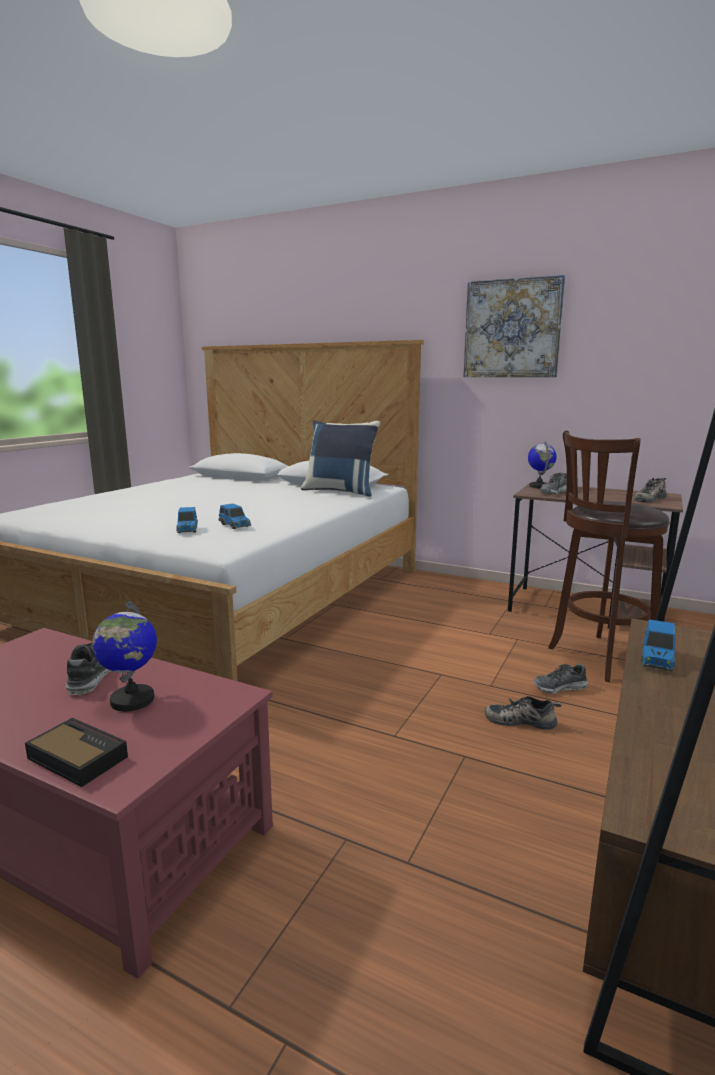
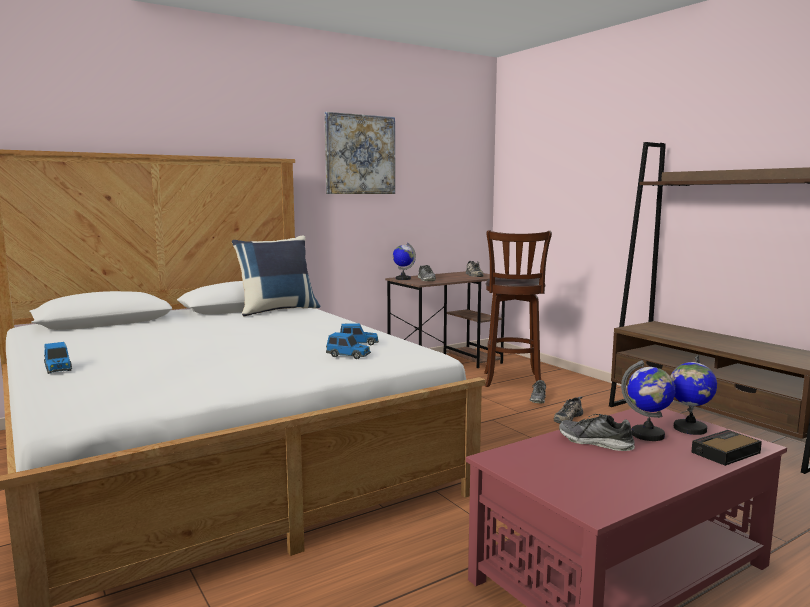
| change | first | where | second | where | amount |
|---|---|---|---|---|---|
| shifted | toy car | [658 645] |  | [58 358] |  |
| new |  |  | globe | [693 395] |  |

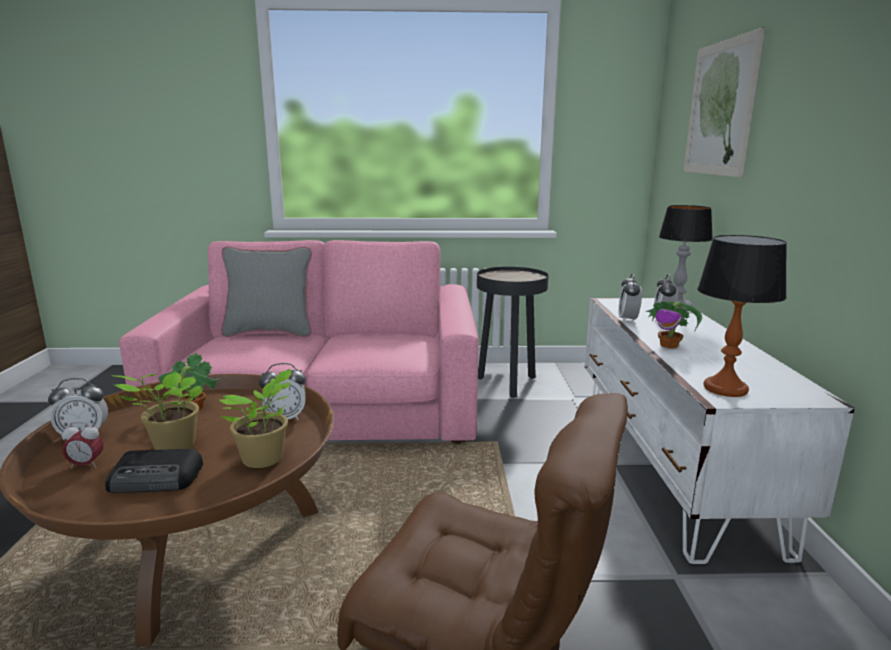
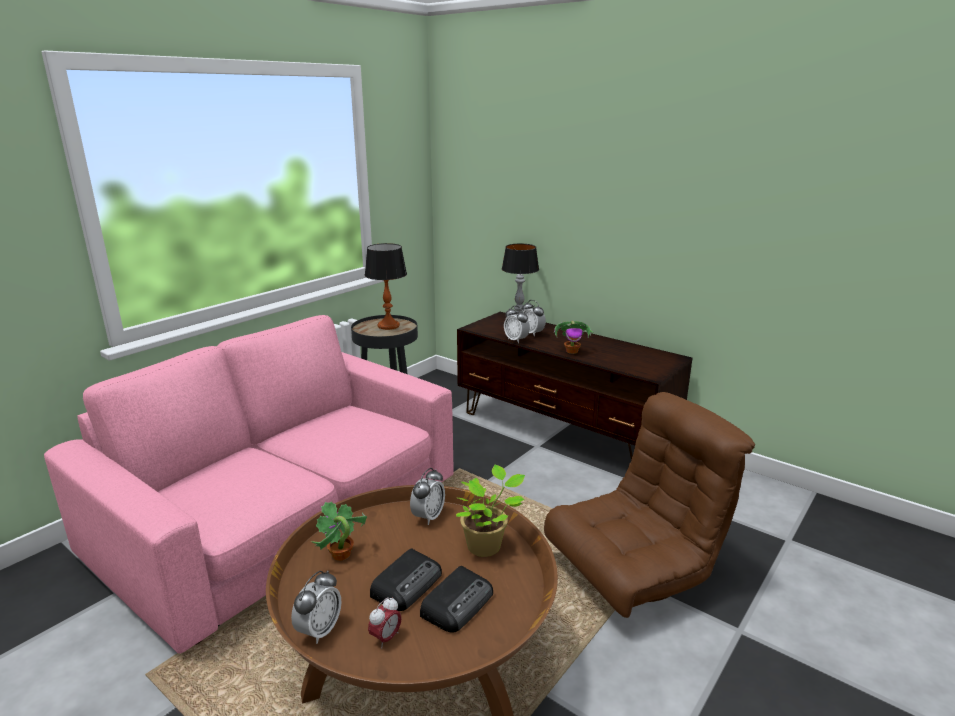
| change | first | where | second | where | amount |
|---|---|---|---|---|---|
| gone | picture | [724 102] |  |  |  |
| shifted | table lamp | [742 316] |  | [386 286] |  |
| gone | grey pillow | [266 291] |  |  |  |
| repainted | white tv stand | [720 431] | brown tv stand | [574 386] |  |
| swapped | potted plant | [157 410] | radio | [406 580] |  |

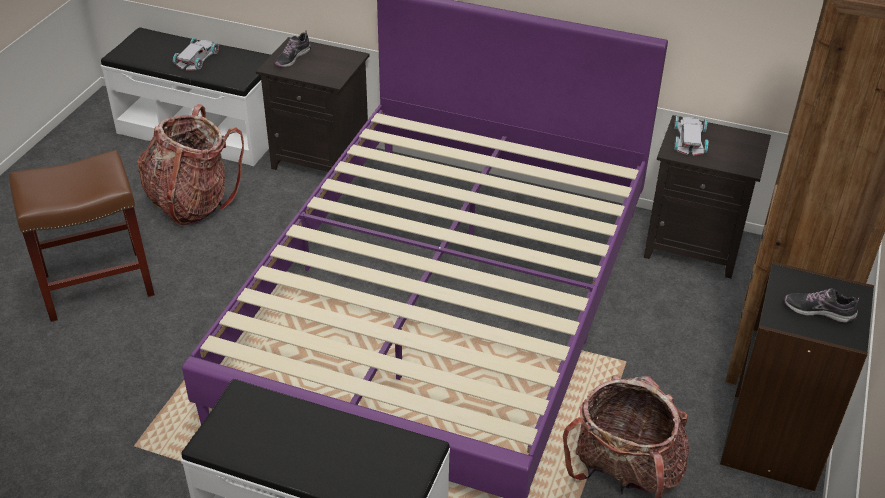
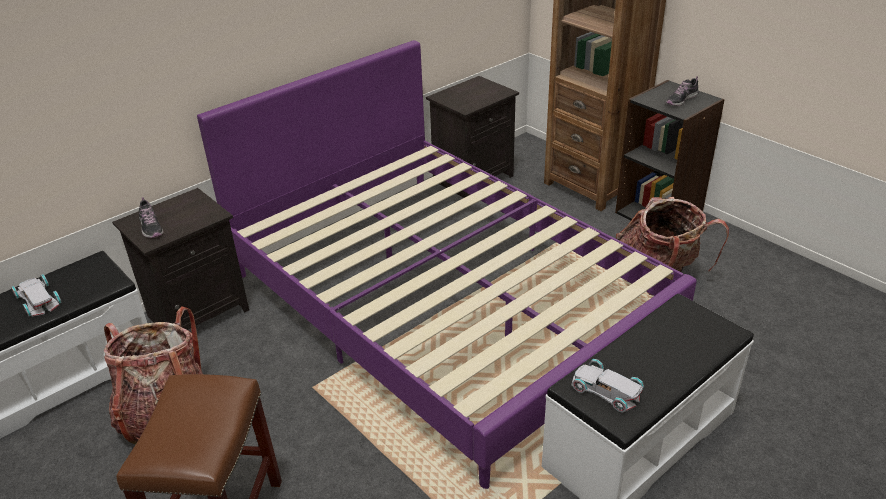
| change | first | where | second | where | amount |
|---|---|---|---|---|---|
| shifted | white toy car | [691 136] |  | [607 386] |  |

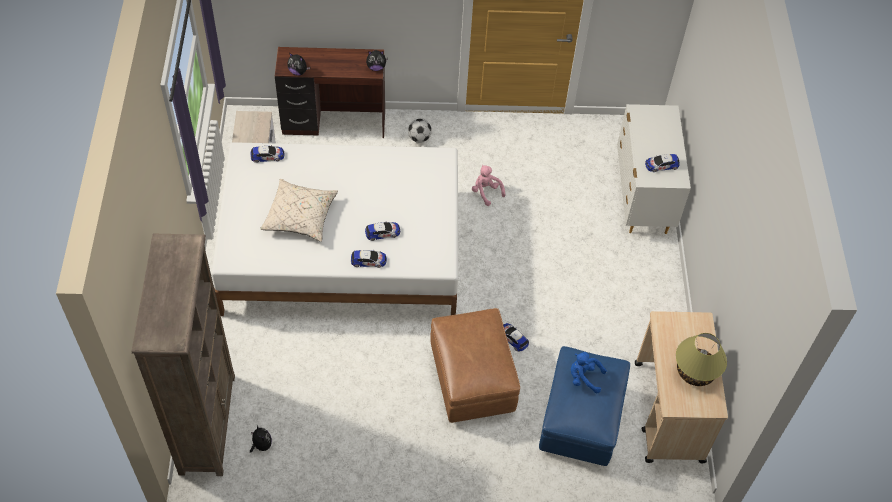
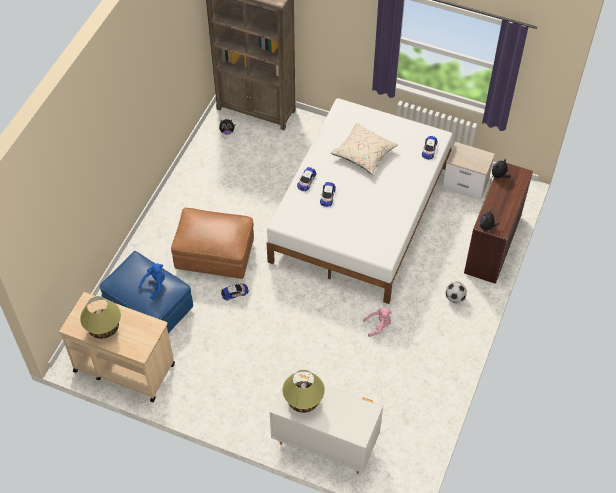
| change | first | where | second | where | amount |
|---|---|---|---|---|---|
| swapped | toy car | [662 163] | table lamp | [304 391] |  |

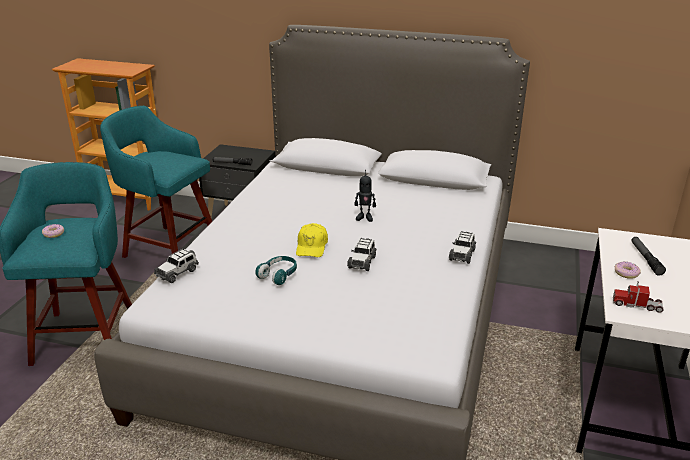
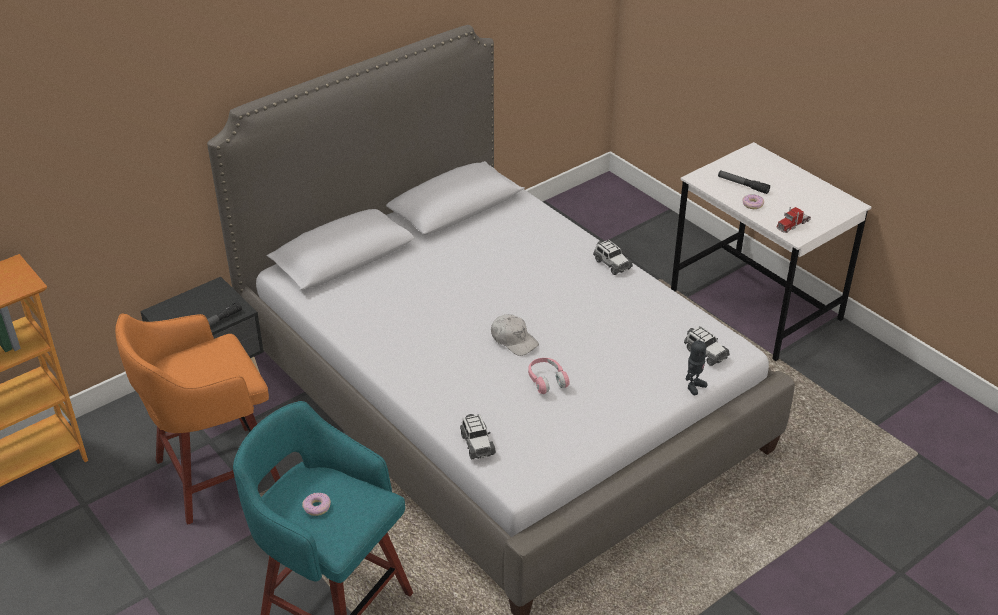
| change | first | where | second | where | amount |
|---|---|---|---|---|---|
| repainted | turquoise stool | [156 182] | orange stool | [197 418] |  |
| shifted | toy robot | [365 198] |  | [697 365] |  |
| repainted | yellow cap | [312 240] | white cap | [515 335] |  |
| shifted | toy car | [362 254] |  | [707 346] |  |
| repainted | turquoise headphones | [276 270] | pink headphones | [549 376] |  |

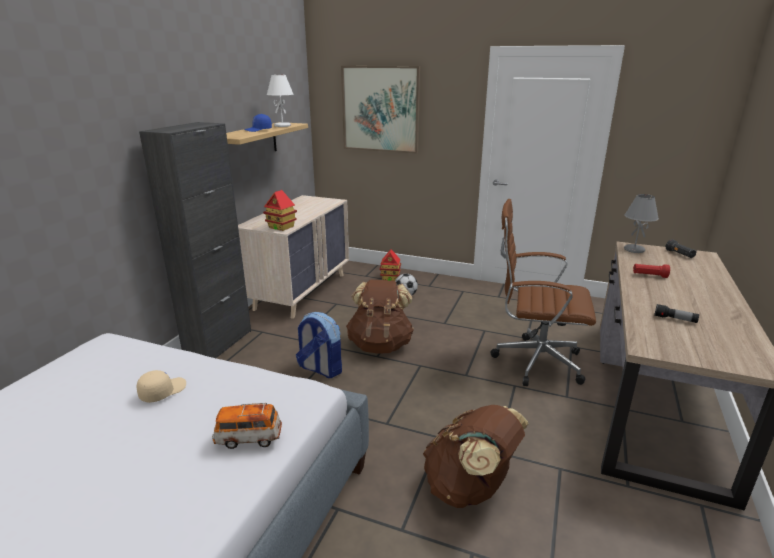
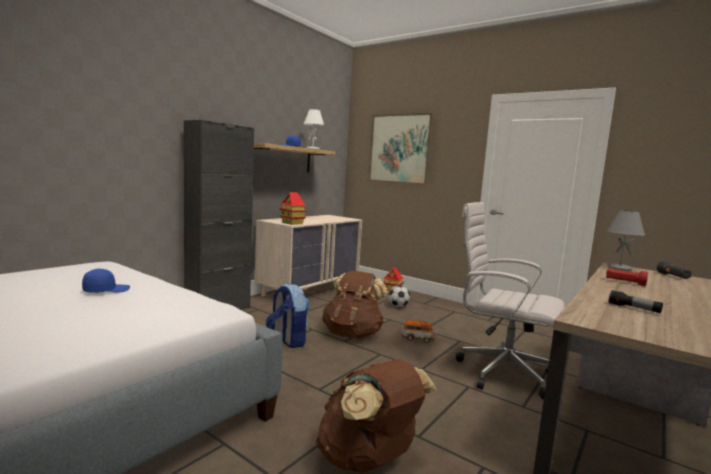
| change | first | where | second | where | amount |
|---|---|---|---|---|---|
| repainted | brown office chair | [543 292] | white office chair | [510 301] |  |
| repainted | beige cap | [161 386] | blue cap | [106 281] |  |
| shifted | toy car | [247 426] |  | [418 331] |  |

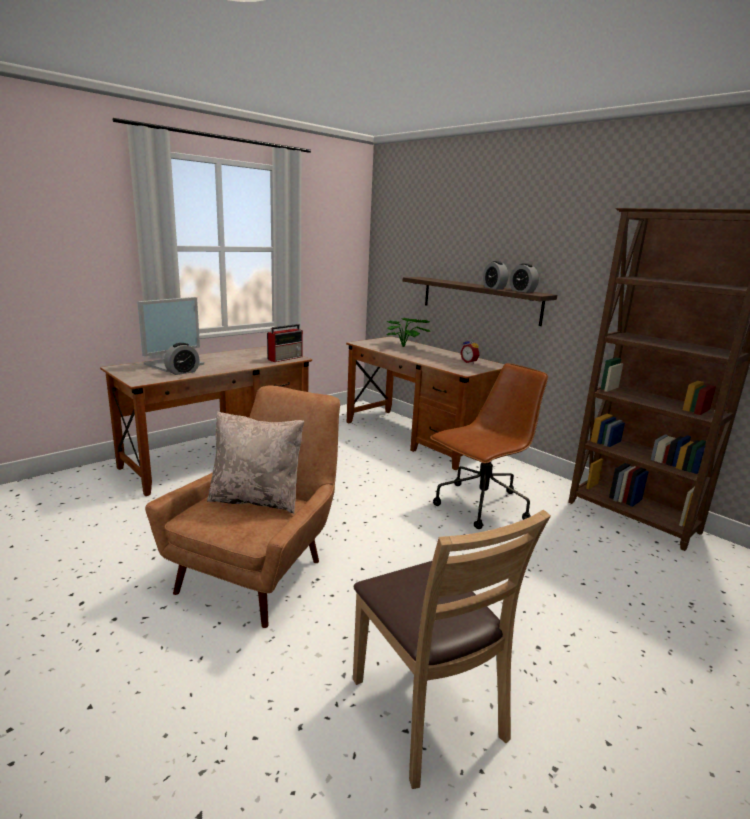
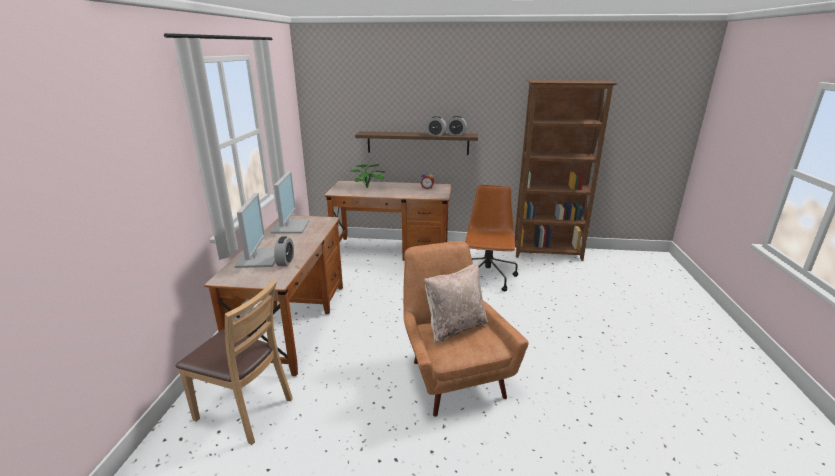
| change | first | where | second | where | amount |
|---|---|---|---|---|---|
| gone | radio | [285 343] |  |  |  |
| shifted | brown chair | [452 649] |  | [234 362] |  |
| new |  |  | monitor | [290 202] |  |

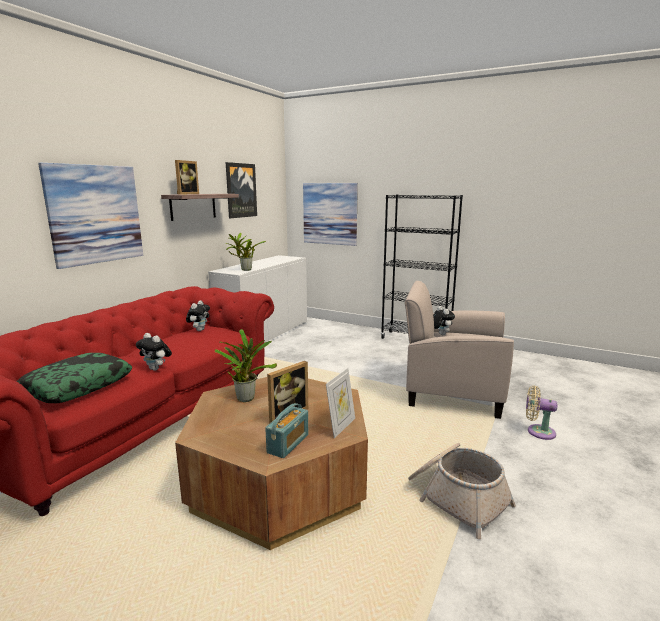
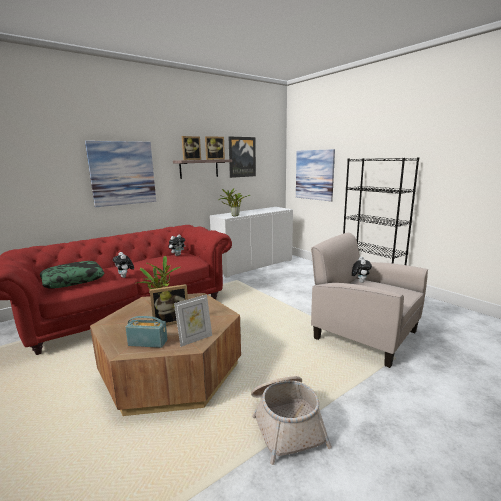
| change | first | where | second | where | amount |
|---|---|---|---|---|---|
| gone | beige fan | [541 413] |  |  |  |
| rotated | radio | [286 430] |  | [146 332] | 135 degrees counterclockwise |
| new |  |  | picture frame | [215 148] |  |

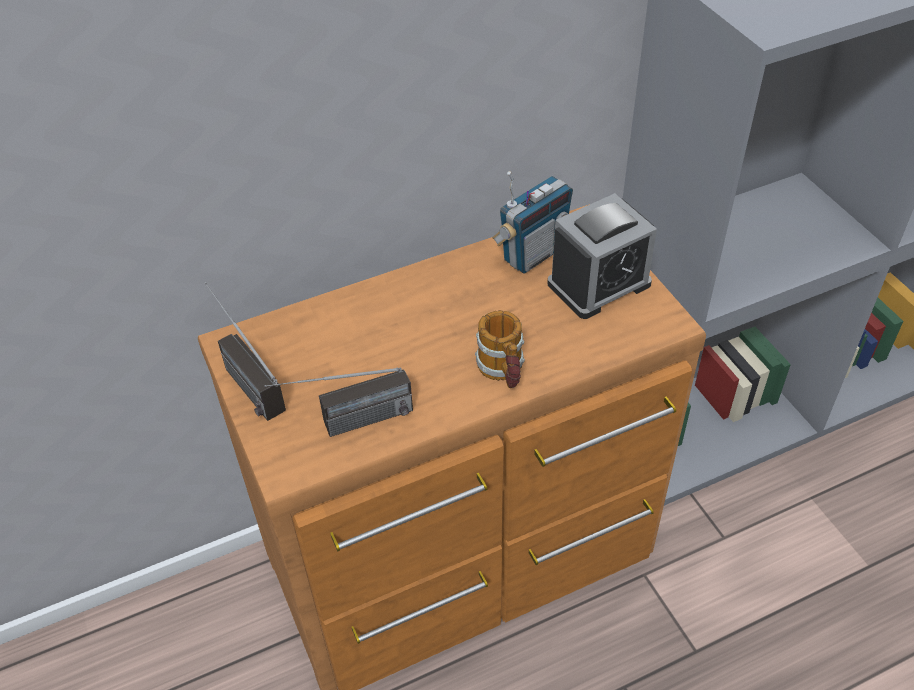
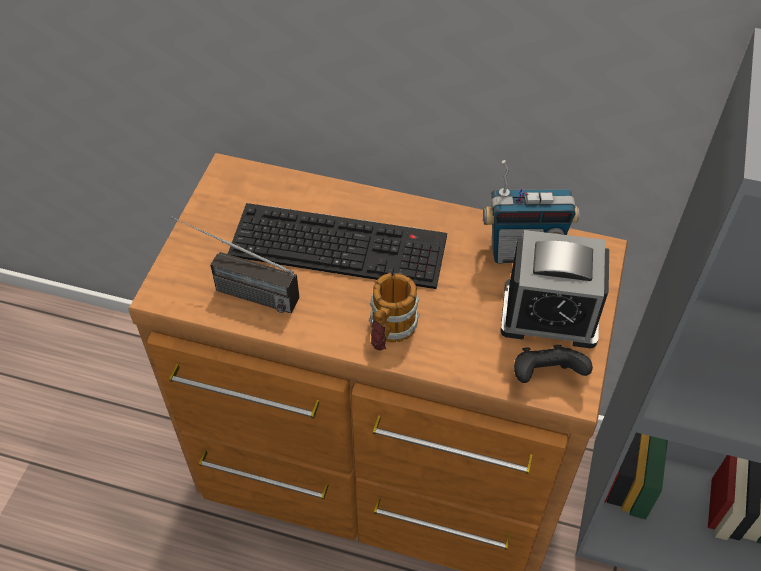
| change | first | where | second | where | amount |
|---|---|---|---|---|---|
| gone | radio | [245 351] |  |  |  |
| new |  |  | keyboard | [337 246] |  |
| new |  |  | black game controller | [553 364] |  |

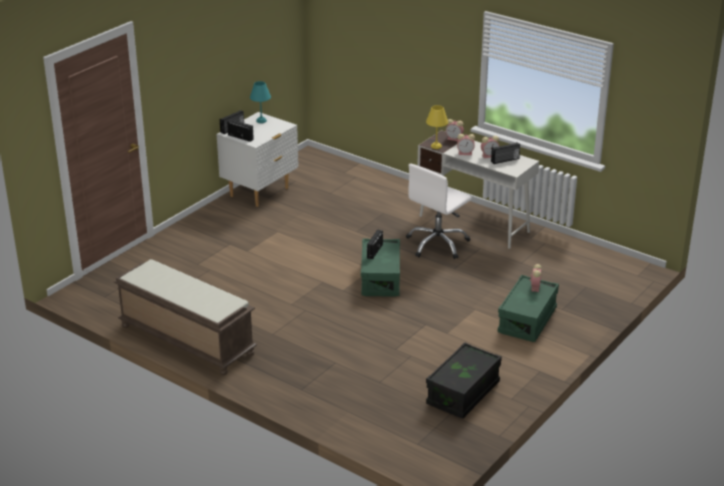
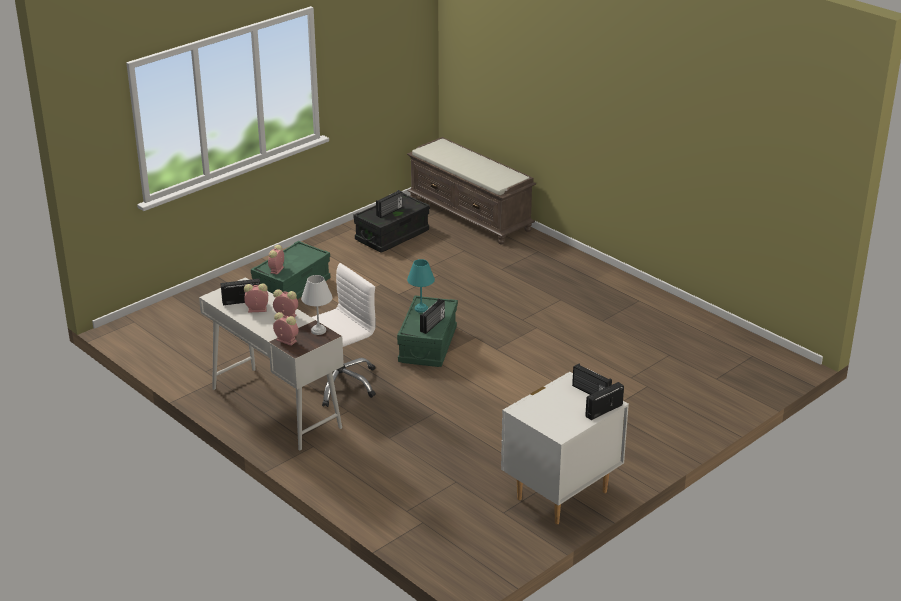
| change | first | where | second | where | amount |
|---|---|---|---|---|---|
| shifted | turquoise table lamp | [260 102] |  | [421 286] |  |
| repainted | yellow table lamp | [437 127] | white table lamp | [316 305] |  |
| shifted | brown bench | [185 317] |  | [471 190] |  |
| new |  |  | radio | [389 204] |  |

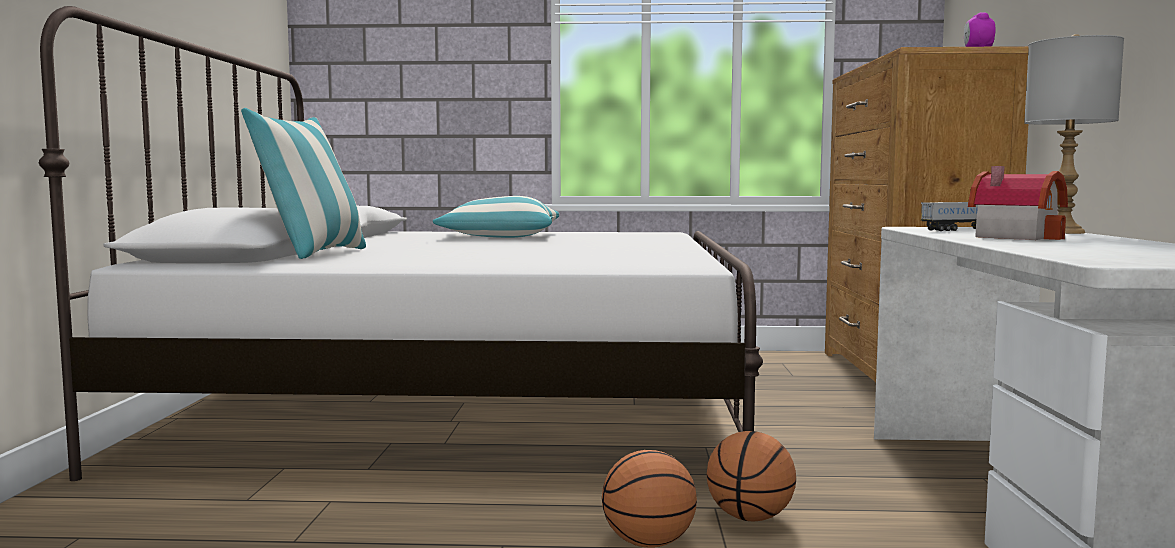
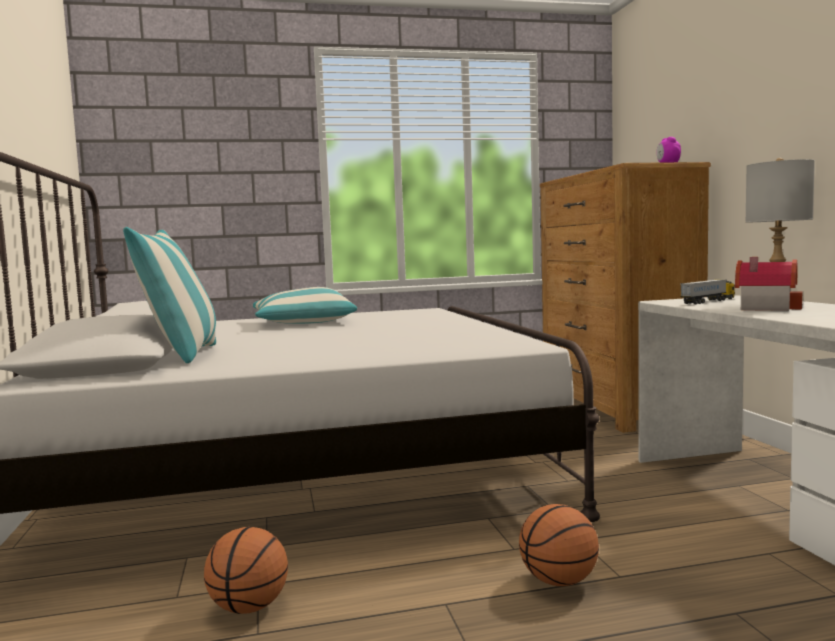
| change | first | where | second | where | amount |
|---|---|---|---|---|---|
| shifted | basketball | [751 476] |  | [246 570] |  |

